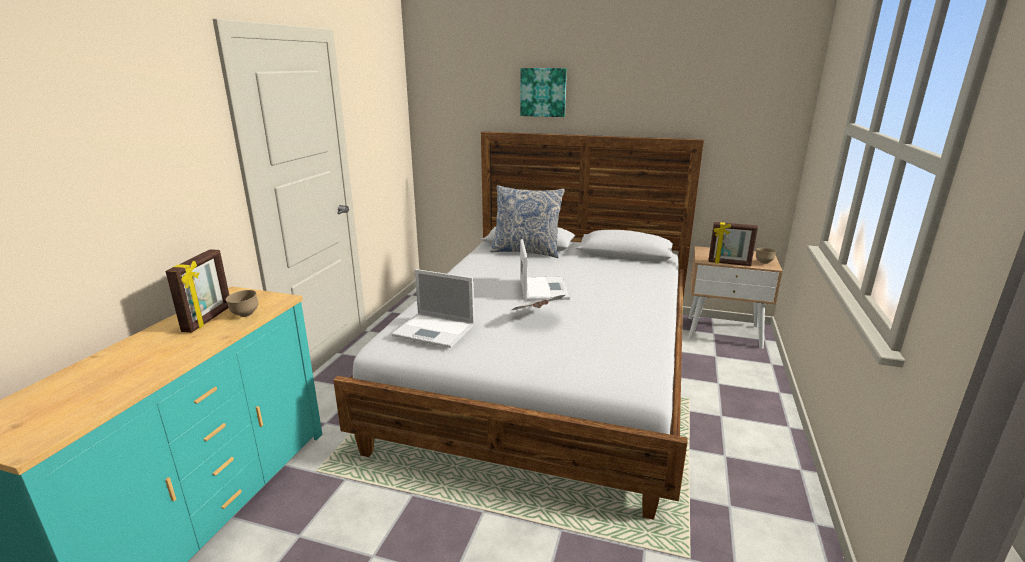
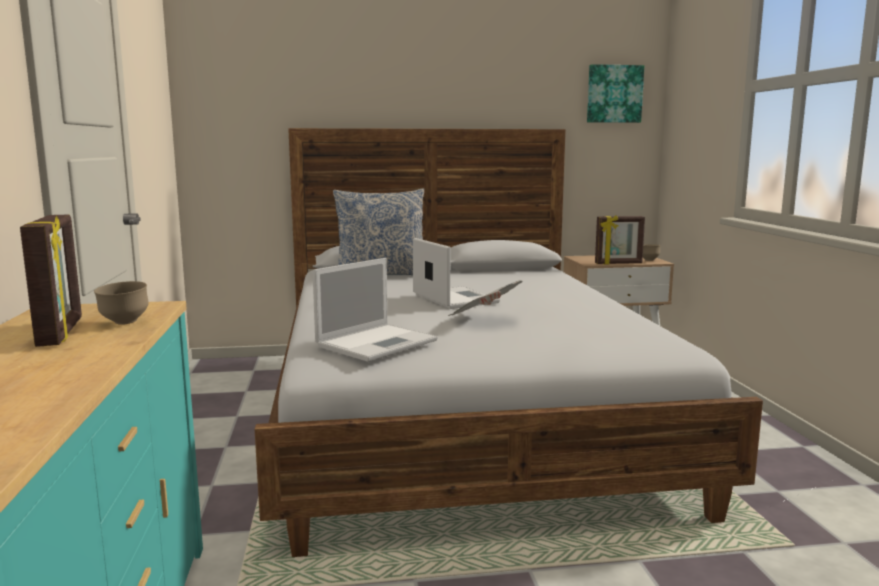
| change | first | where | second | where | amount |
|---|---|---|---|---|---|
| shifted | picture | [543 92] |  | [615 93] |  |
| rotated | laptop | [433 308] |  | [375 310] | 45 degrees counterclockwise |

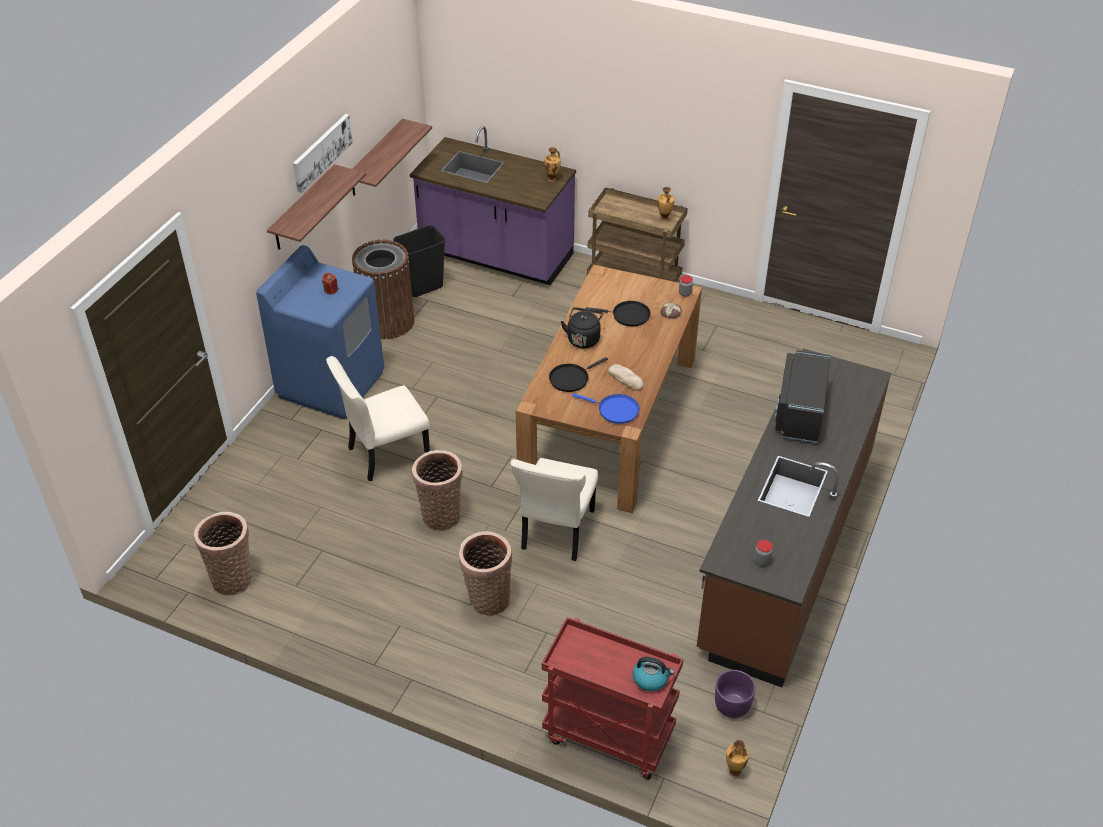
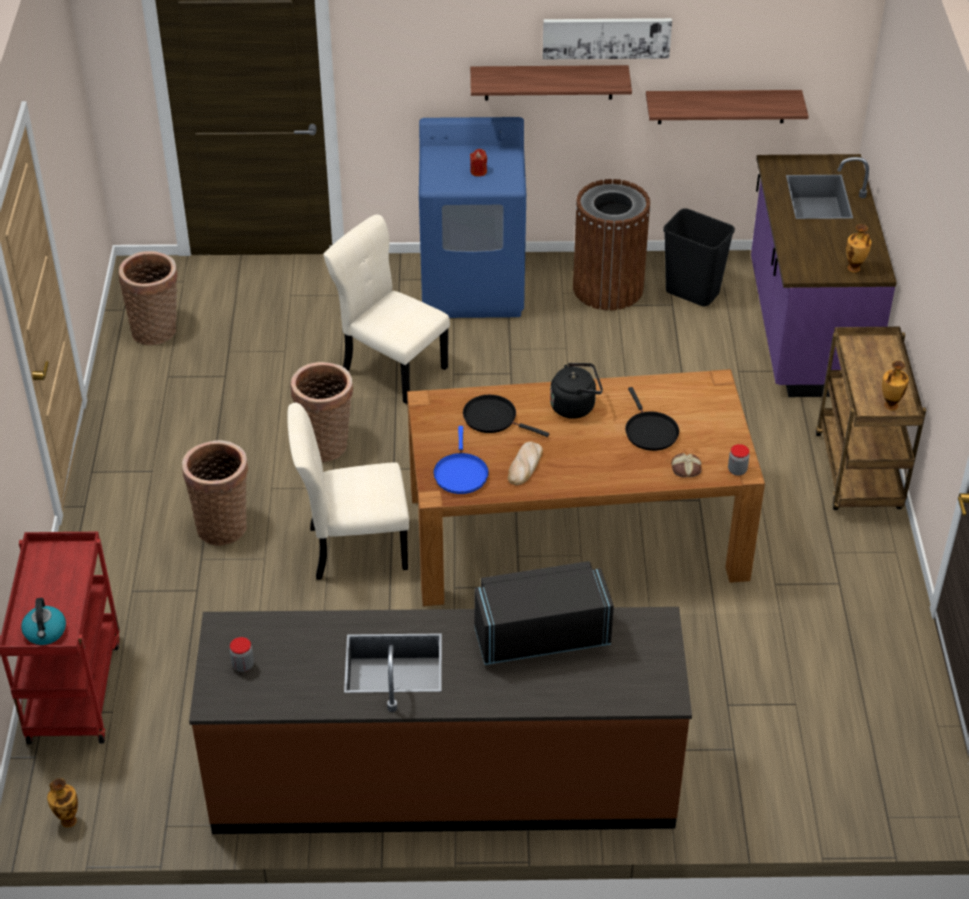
| change | first | where | second | where | amount |
|---|---|---|---|---|---|
| gone | purple planter | [735 694] |  |  |  |

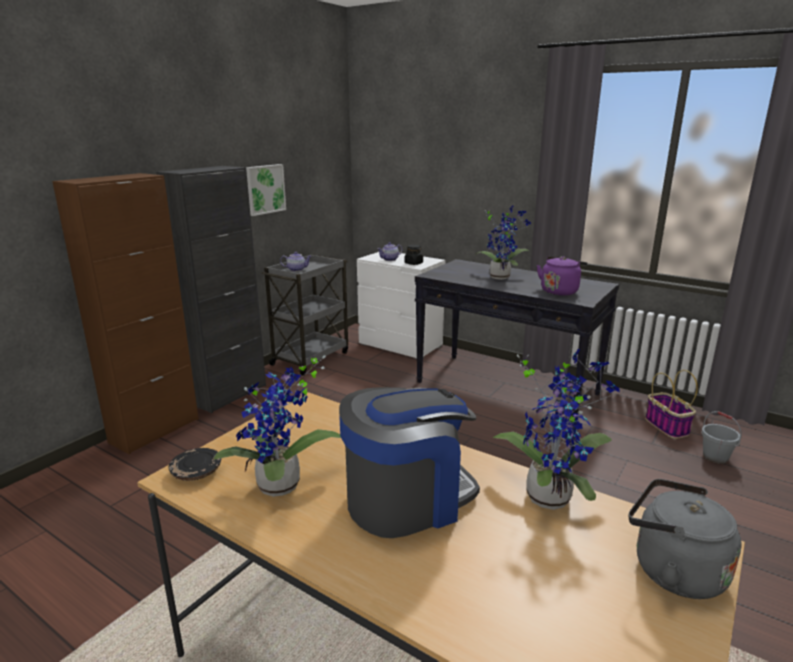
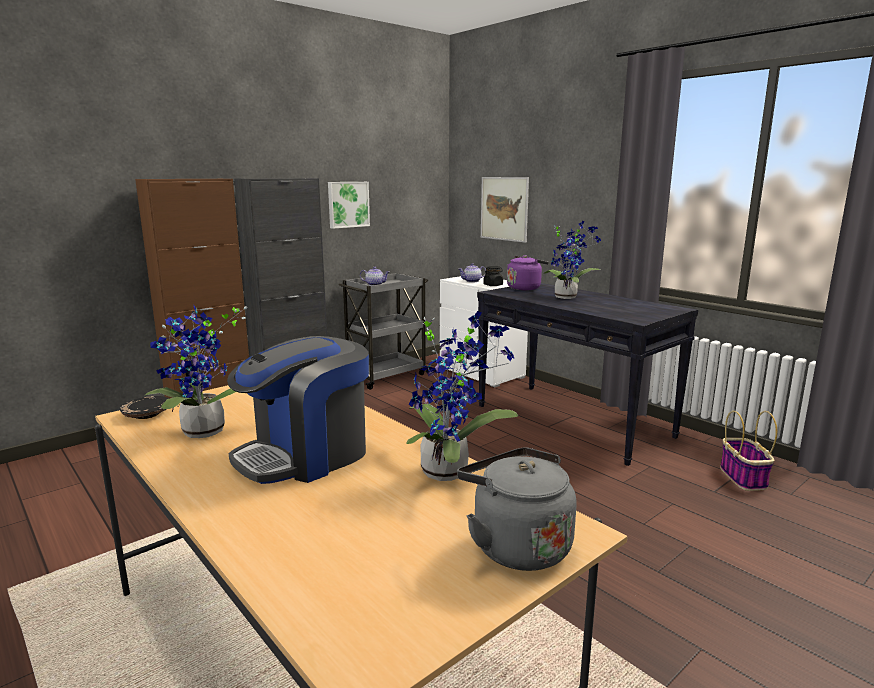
| change | first | where | second | where | amount |
|---|---|---|---|---|---|
| shifted | purple kettle | [562 276] |  | [528 272] |  |
| rotated | coffee machine | [409 462] |  | [298 410] | 150 degrees clockwise |
| gone | grey bucket | [721 437] |  |  |  |
| new |  |  | picture | [505 210] |  |

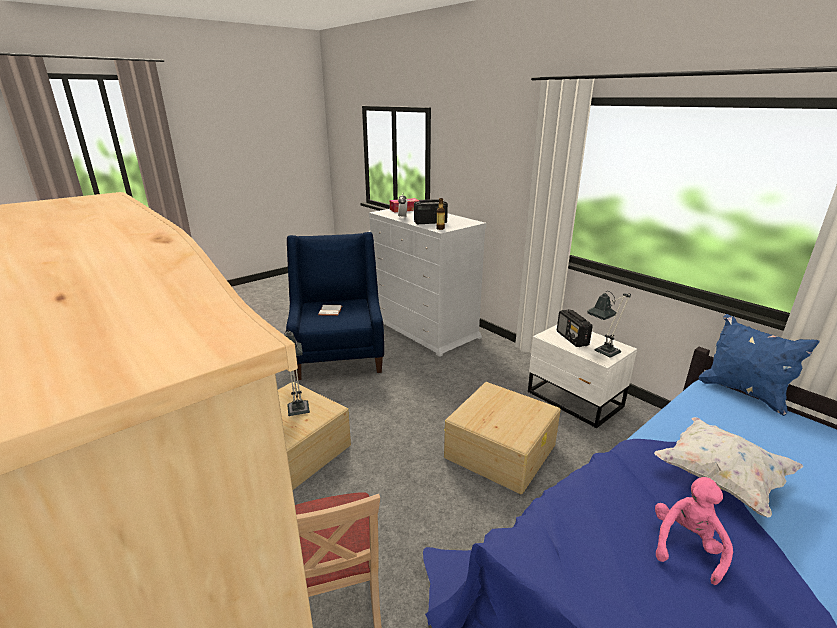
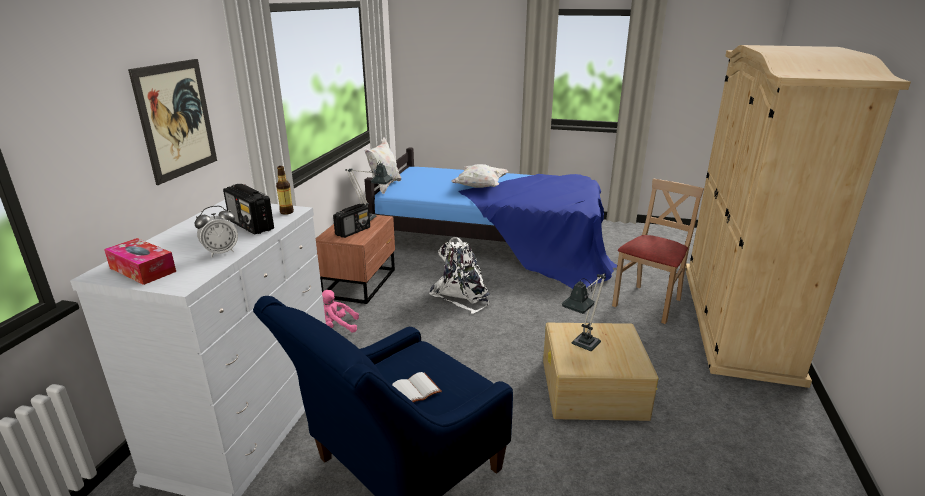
| change | first | where | second | where | amount |
|---|---|---|---|---|---|
| repainted | blue pillow | [759 365] | white pillow | [382 165] |  |
| repainted | white nightstand | [582 376] | brown nightstand | [355 259] |  |
| swapped | beige storage box | [502 438] | white backpack | [459 275] |  |
| shifted | pink plush toy | [694 531] |  | [340 311] |  |
| new |  |  | picture | [172 122] |  |

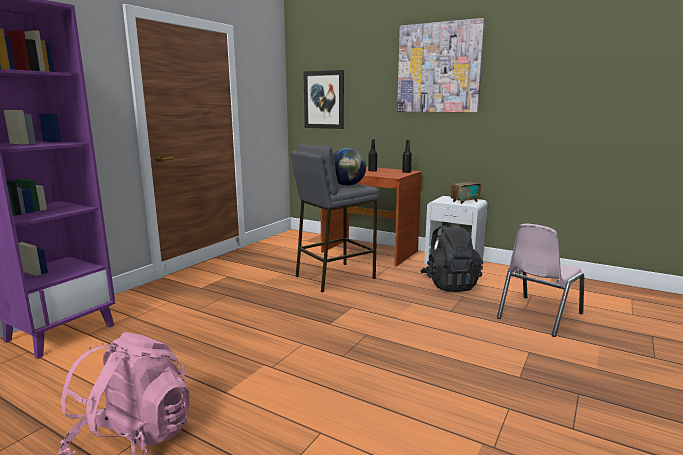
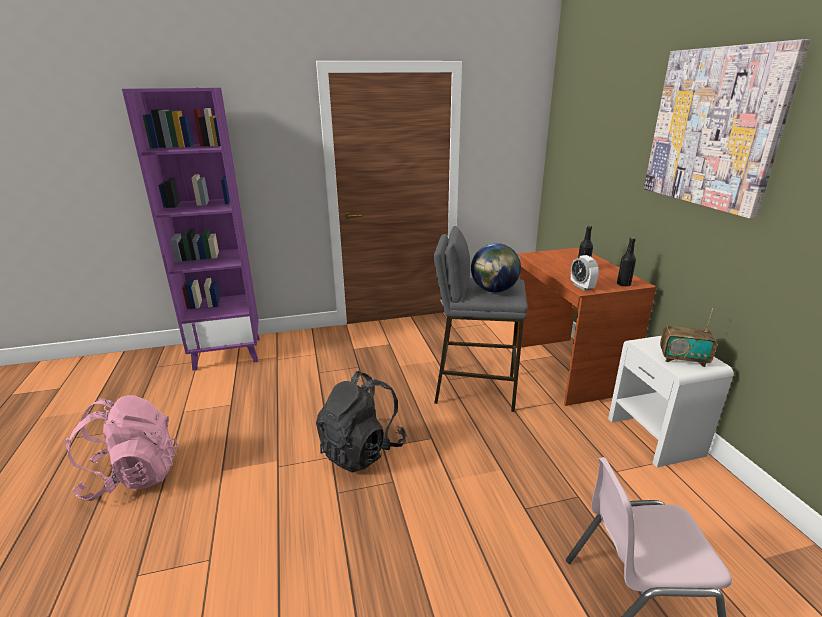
| change | first | where | second | where | amount |
|---|---|---|---|---|---|
| gone | picture | [323 99] |  |  |  |
| shifted | black backpack | [451 258] |  | [361 422] |  |
| new |  |  | alarm clock | [585 273] |  |

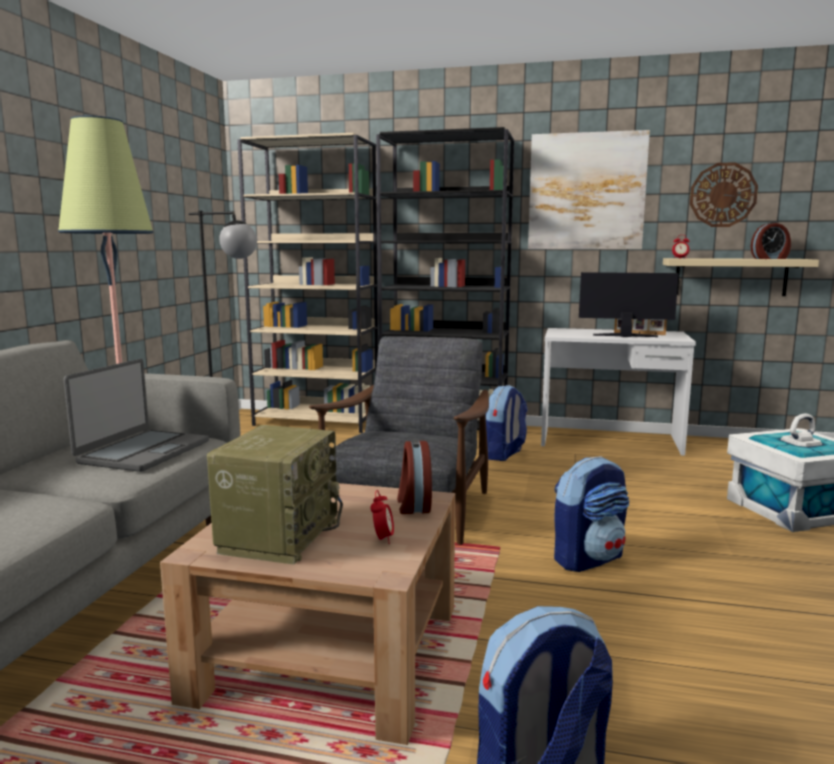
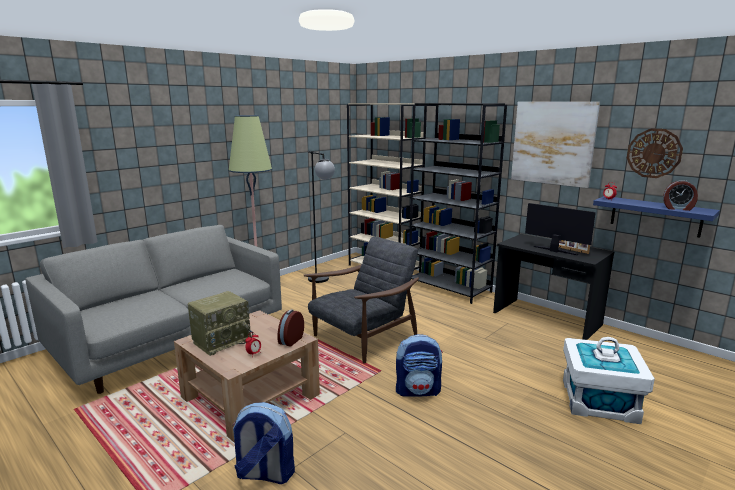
| change | first | where | second | where | amount |
|---|---|---|---|---|---|
| repainted | beige shelf | [741 277] | blue shelf | [656 217] |  |
| repainted | white desk | [618 392] | black desk | [553 287] |  |
| gone | laptop | [136 415] |  |  |  |
| gone | backpack | [506 423] |  |  |  |

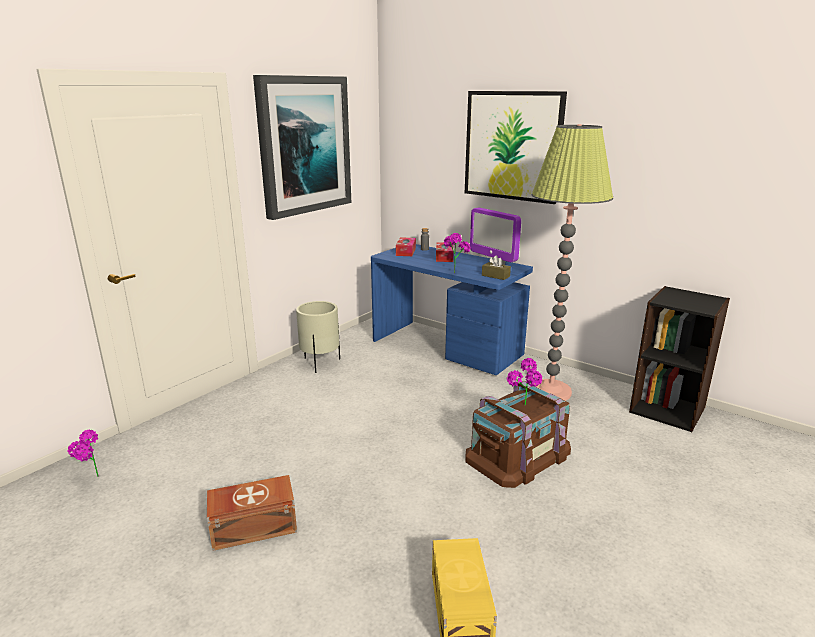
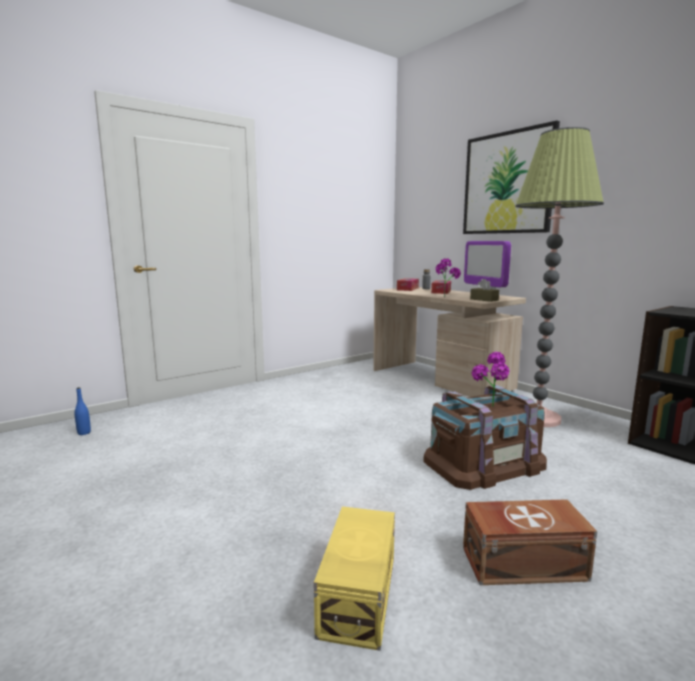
| change | first | where | second | where | amount |
|---|---|---|---|---|---|
| gone | picture | [302 147] |  |  |  |
| repainted | blue desk | [452 309] | beige desk | [449 342] |  |
| gone | beige planter | [318 337] |  |  |  |
| swapped | potted plant | [83 453] | blue bottle | [82 411] |  |
| shifted | brown storage box | [252 513] |  | [530 542] |  |

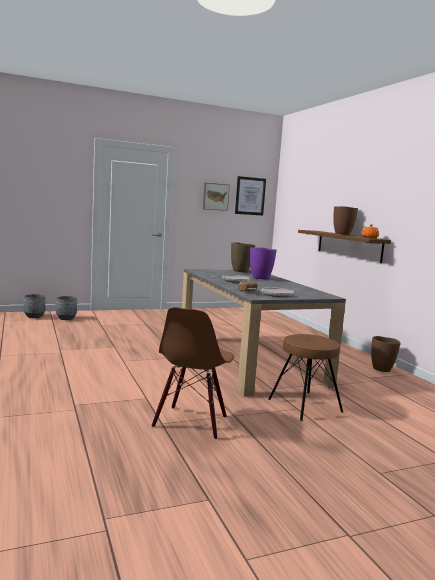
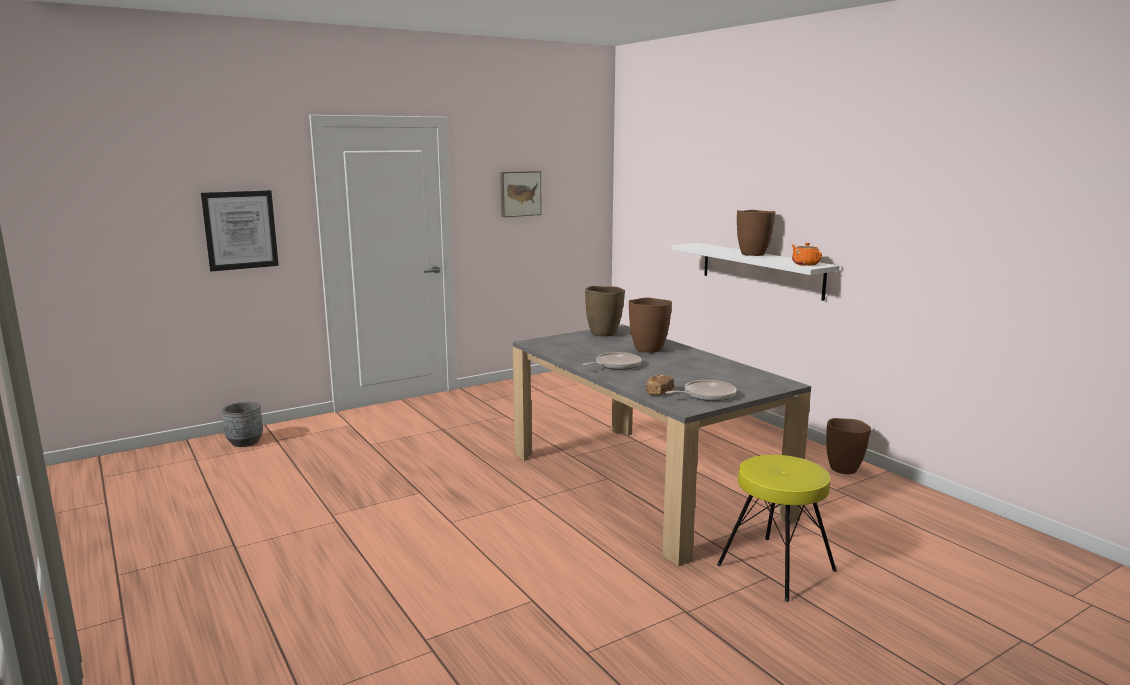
| change | first | where | second | where | amount |
|---|---|---|---|---|---|
| shifted | picture | [250 196] |  | [240 230] |  |
| repainted | brown shelf | [344 246] | white shelf | [755 272] |  |
| repainted | purple vase | [263 263] | brown vase | [650 325] |  |
| gone | grey planter | [66 308] |  |  |  |
| gone | brown chair | [192 373] |  |  |  |
| repainted | brown stool | [305 377] | yellow stool | [777 528] |  |

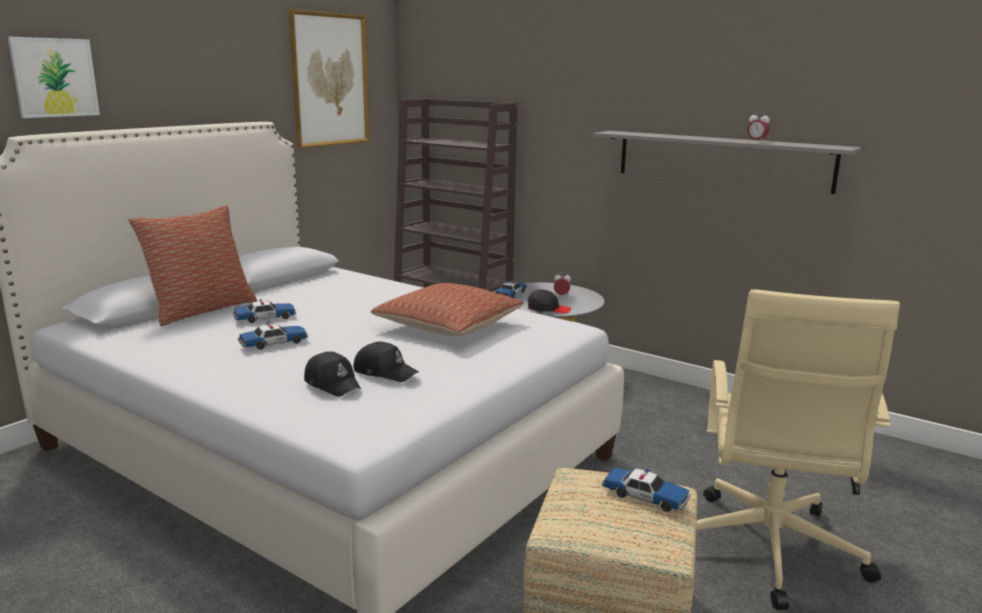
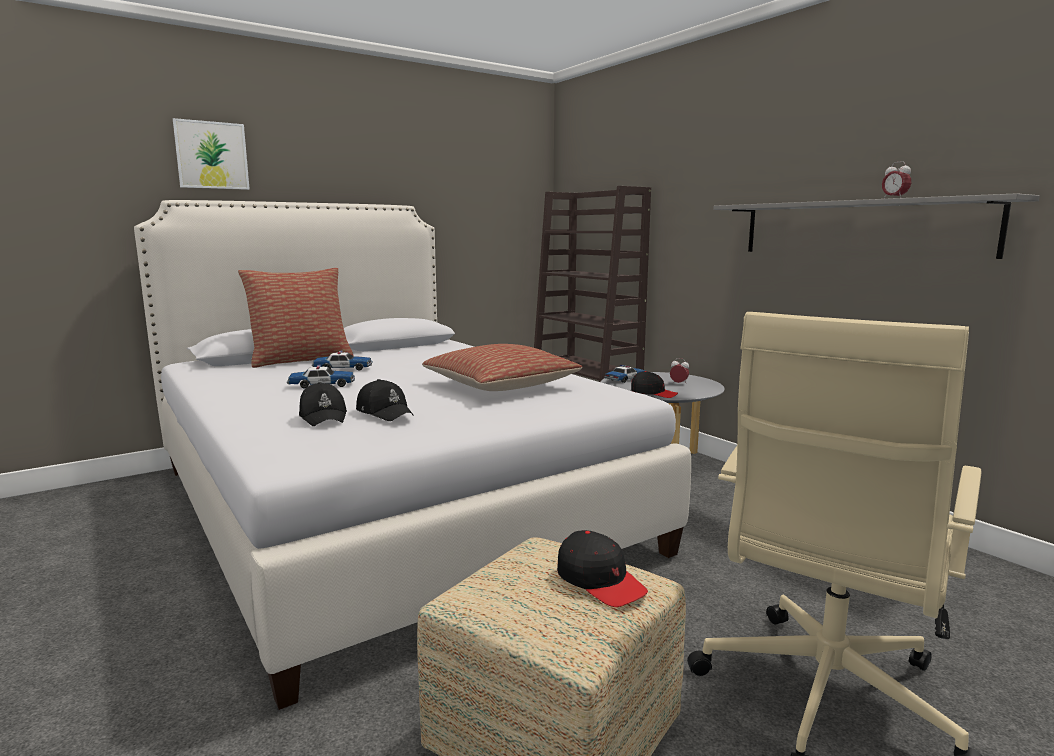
| change | first | where | second | where | amount |
|---|---|---|---|---|---|
| gone | picture | [329 78] |  |  |  |
| swapped | toy car | [646 489] | black cap | [602 568] |  |

